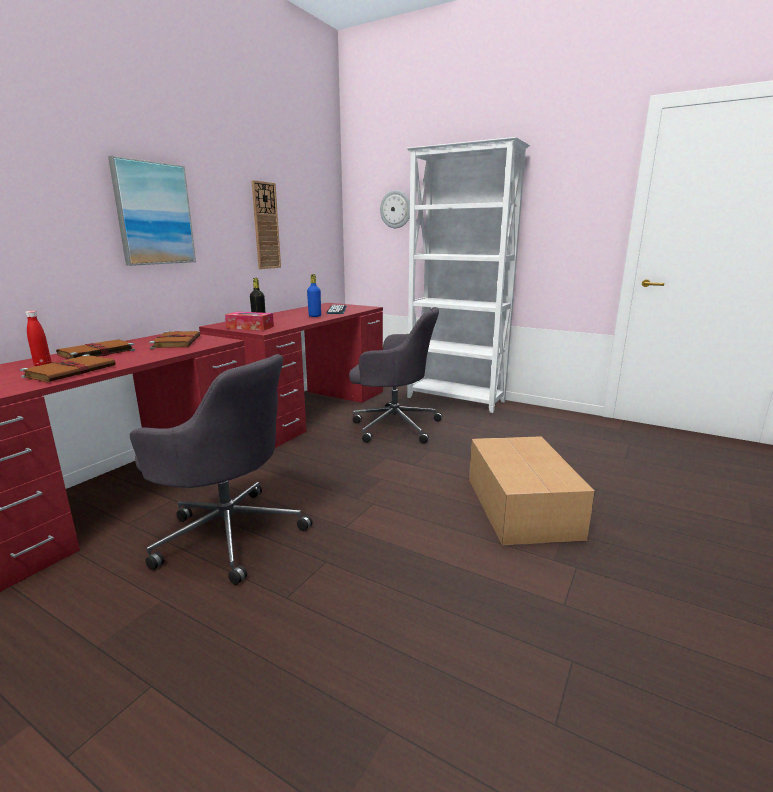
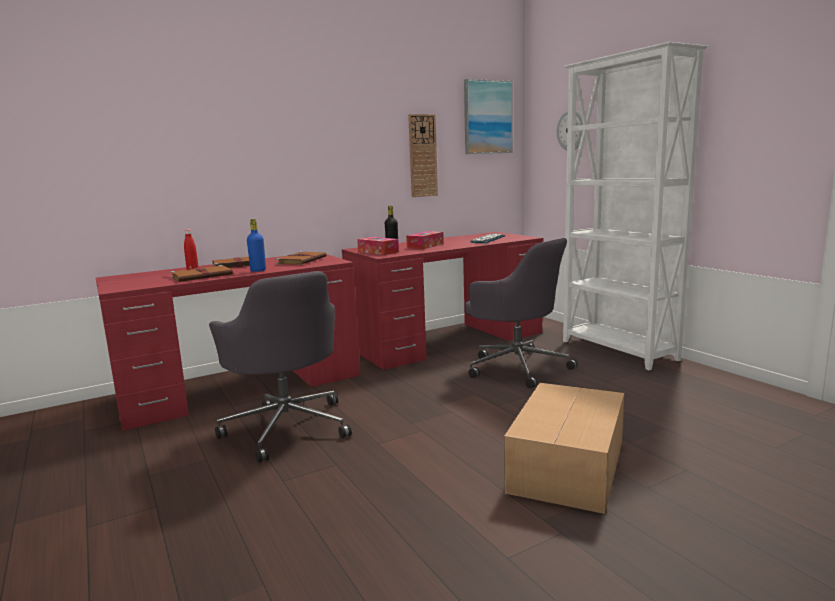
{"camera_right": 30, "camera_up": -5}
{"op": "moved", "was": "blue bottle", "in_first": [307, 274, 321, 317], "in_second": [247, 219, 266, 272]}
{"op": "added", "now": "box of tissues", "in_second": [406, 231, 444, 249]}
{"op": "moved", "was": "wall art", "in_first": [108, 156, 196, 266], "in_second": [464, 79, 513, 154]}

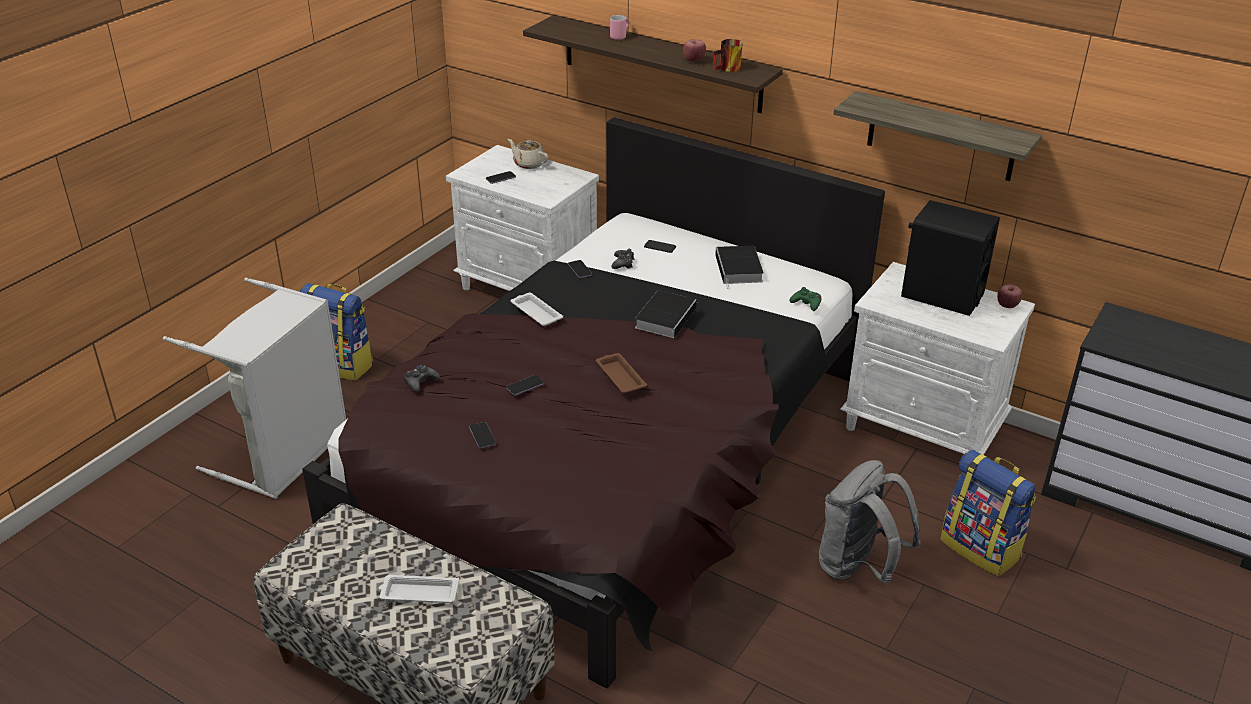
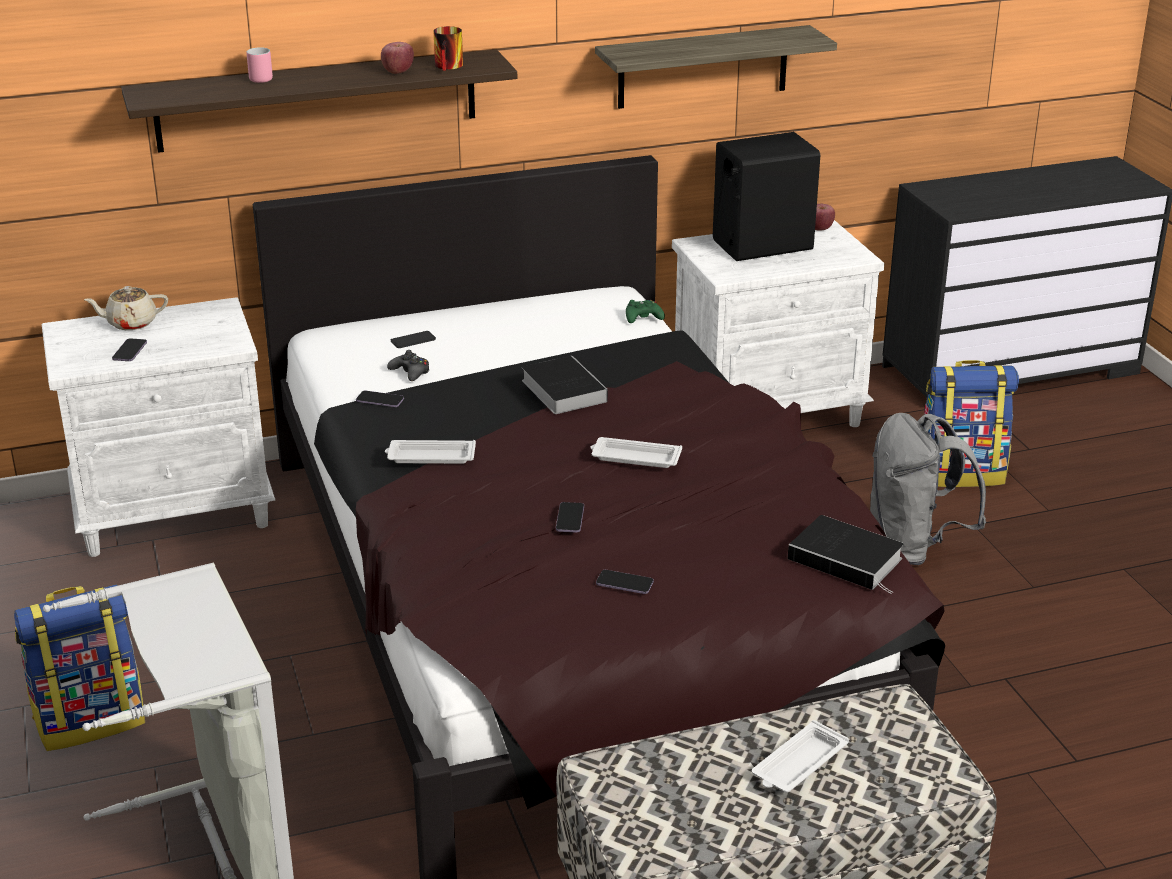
{"camera_right": -50, "camera_up": -5}
{"op": "recoloured", "was": "brown-coloured tray", "now": "whitish tray", "in_first": [596, 353, 647, 393], "in_second": [590, 437, 682, 468]}
{"op": "moved", "was": "bound book", "in_first": [715, 246, 764, 289], "in_second": [788, 515, 904, 594]}
{"op": "removed", "was": "black-coloured gamepad", "in_first": [404, 365, 440, 392]}

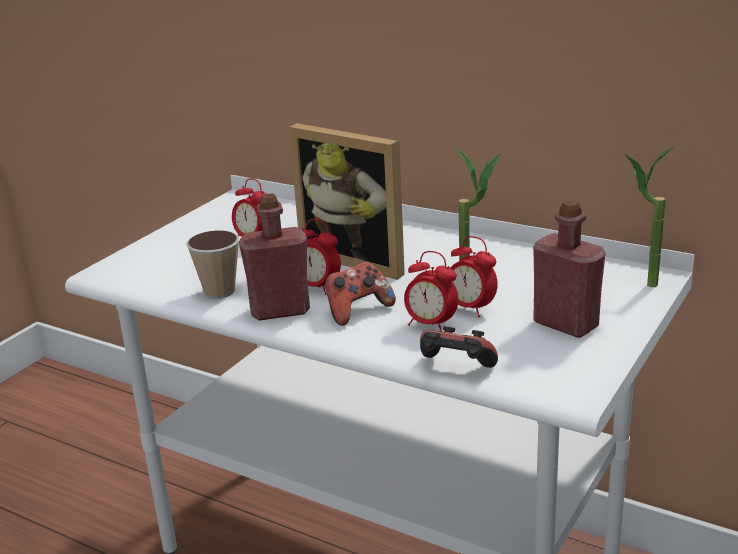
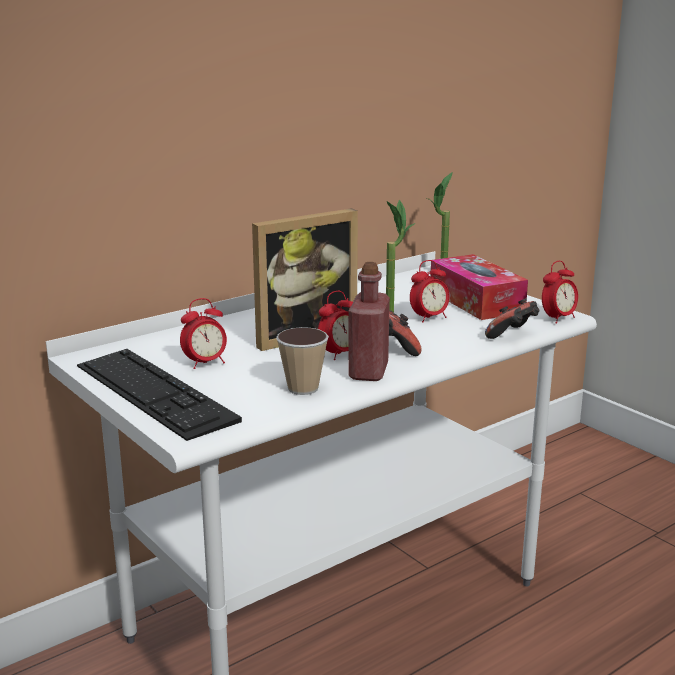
{"camera_right": -70, "camera_up": -5}
{"op": "added", "now": "PC keyboard", "in_second": [77, 349, 242, 441]}
{"op": "replaced", "was": "red bottle", "now": "box of tissues", "in_first": [533, 200, 606, 338], "in_second": [430, 254, 528, 320]}
{"op": "moved", "was": "table clock", "in_first": [404, 251, 458, 332], "in_second": [542, 261, 578, 324]}

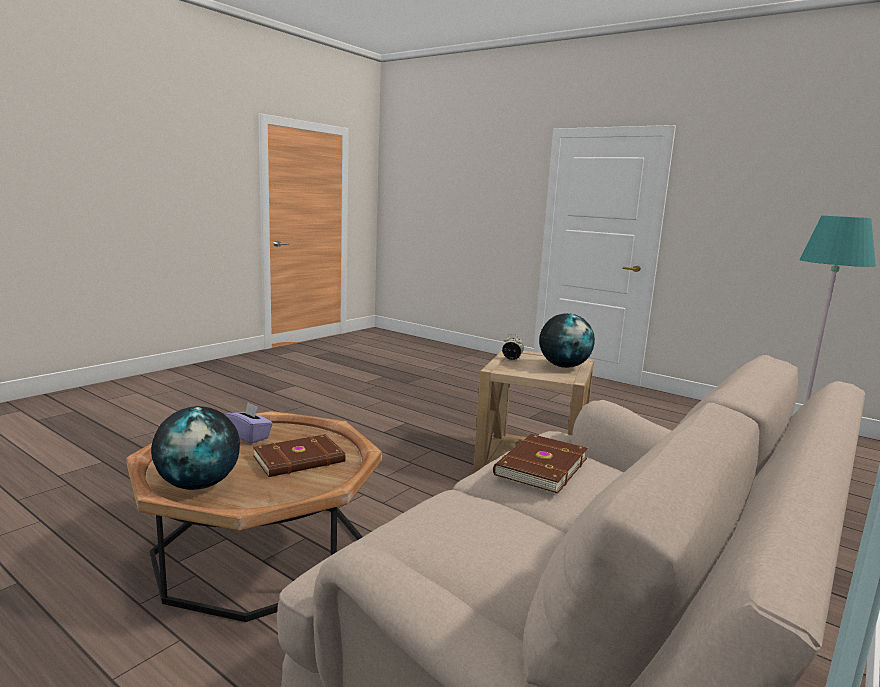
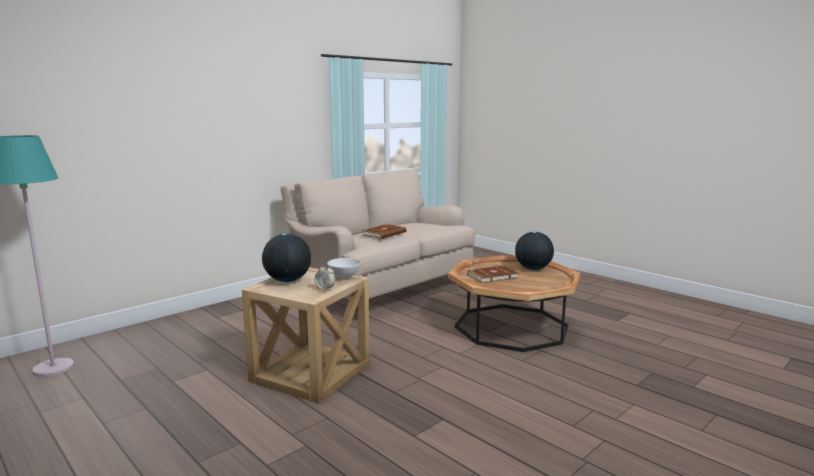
{"camera_right": -170, "camera_up": 0}
{"op": "added", "now": "whitish serving bowl", "in_second": [327, 258, 361, 279]}
{"op": "removed", "was": "purple-coloured box of tissues", "in_first": [225, 402, 273, 444]}

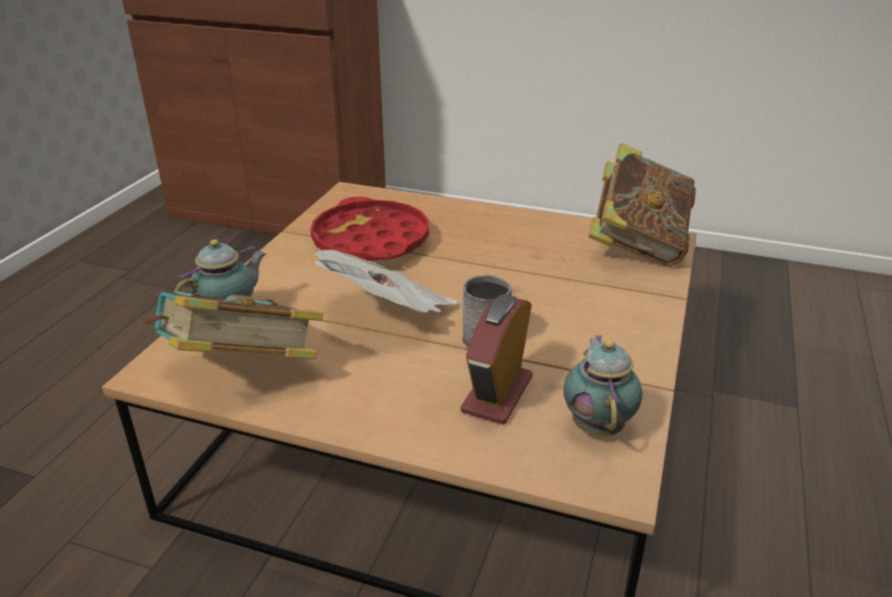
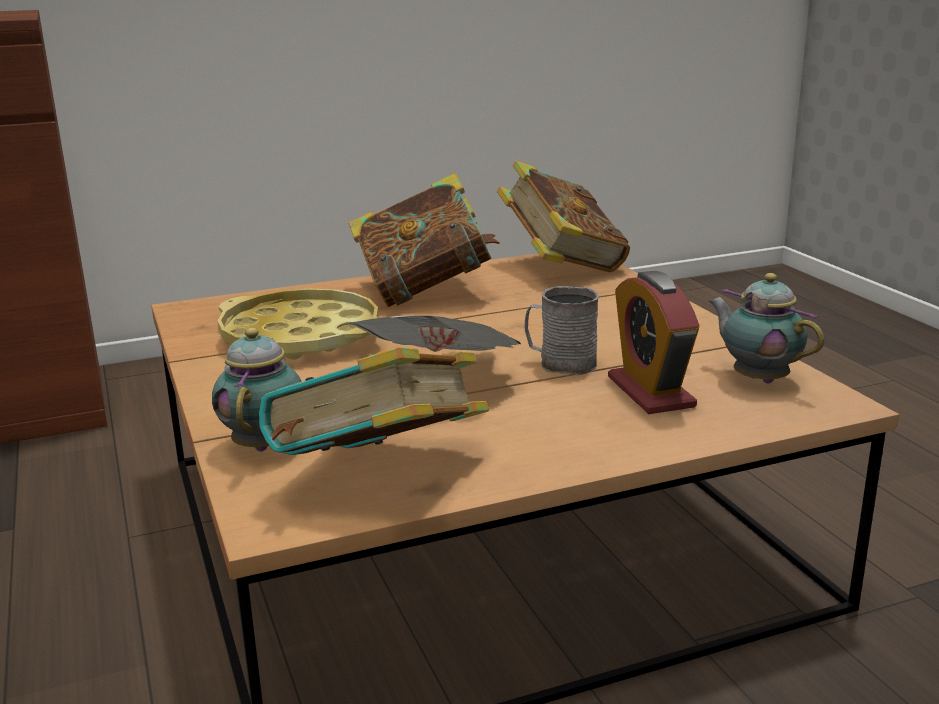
{"camera_right": -40, "camera_up": -10}
{"op": "recoloured", "was": "red tray", "now": "yellowish tray", "in_first": [310, 196, 429, 261], "in_second": [217, 289, 379, 360]}
{"op": "added", "now": "bound book", "in_second": [348, 173, 500, 307]}

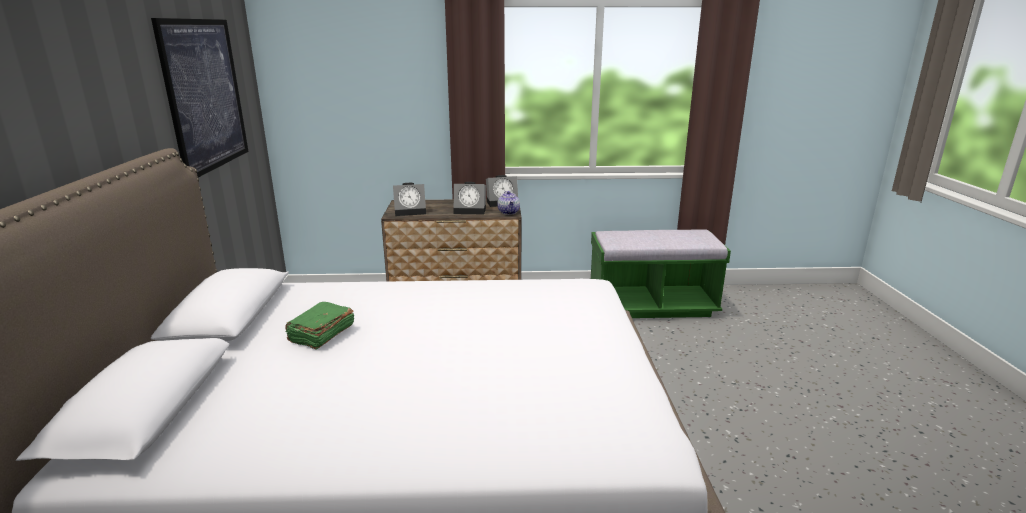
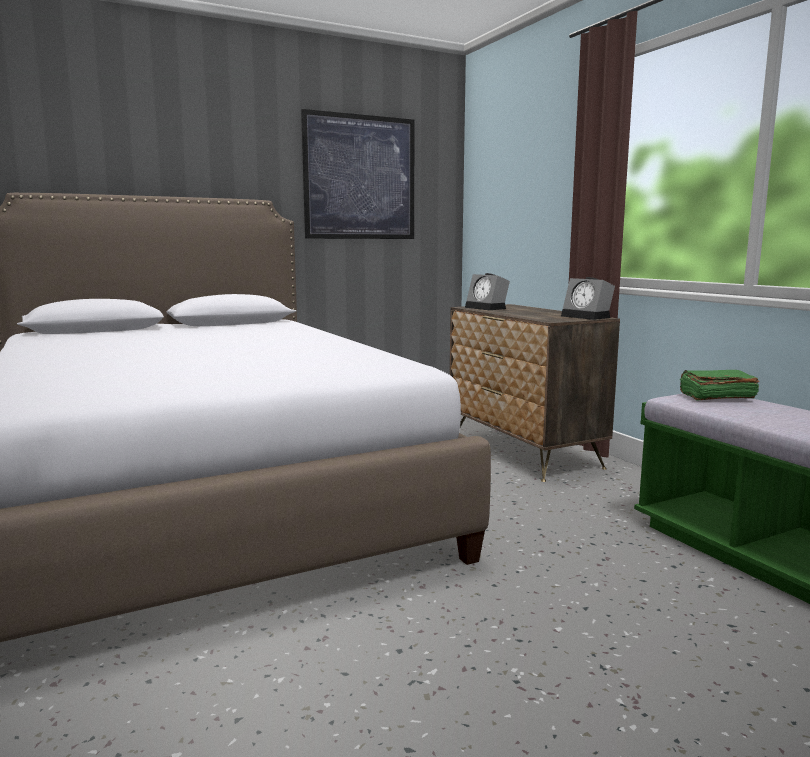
{"camera_right": 65, "camera_up": -10}
{"op": "moved", "was": "green-coloured bound book", "in_first": [285, 302, 354, 350], "in_second": [679, 370, 760, 401]}
{"op": "removed", "was": "table clock", "in_first": [454, 182, 486, 214]}
{"op": "removed", "was": "teapot", "in_first": [497, 191, 520, 215]}

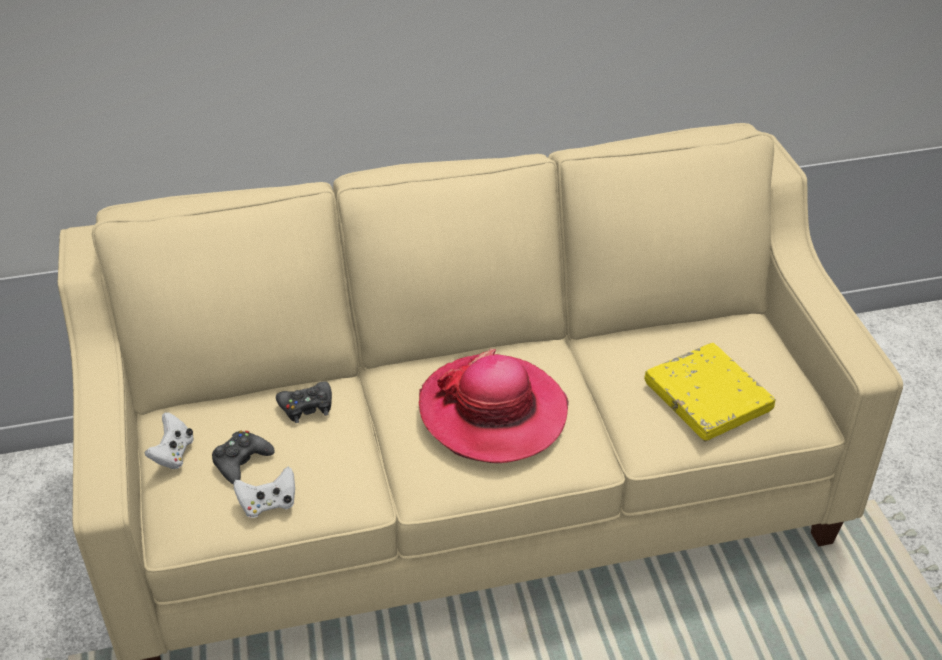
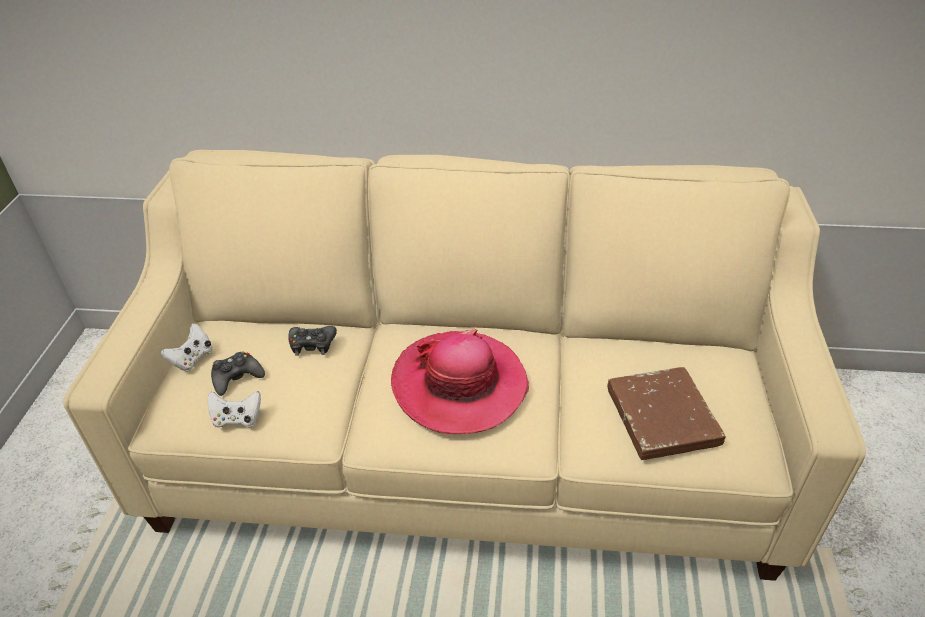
{"camera_right": 20, "camera_up": 0}
{"op": "recoloured", "was": "yellowish bound book", "now": "brown-coloured bound book", "in_first": [644, 343, 776, 441], "in_second": [607, 367, 726, 460]}

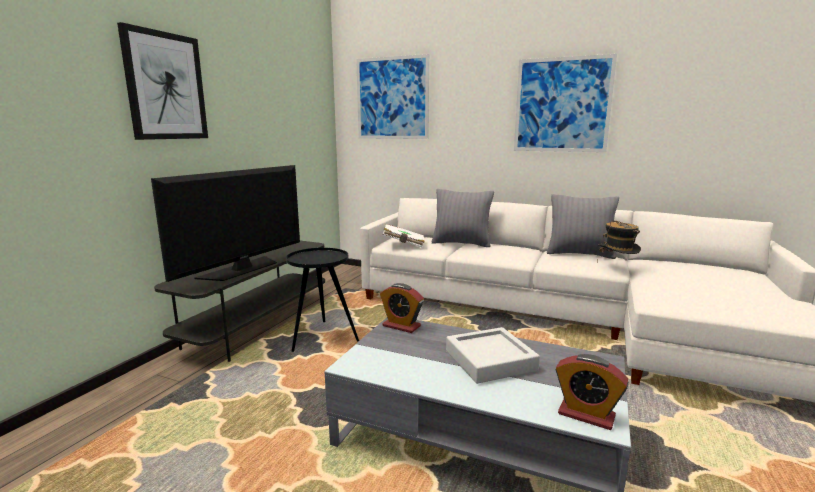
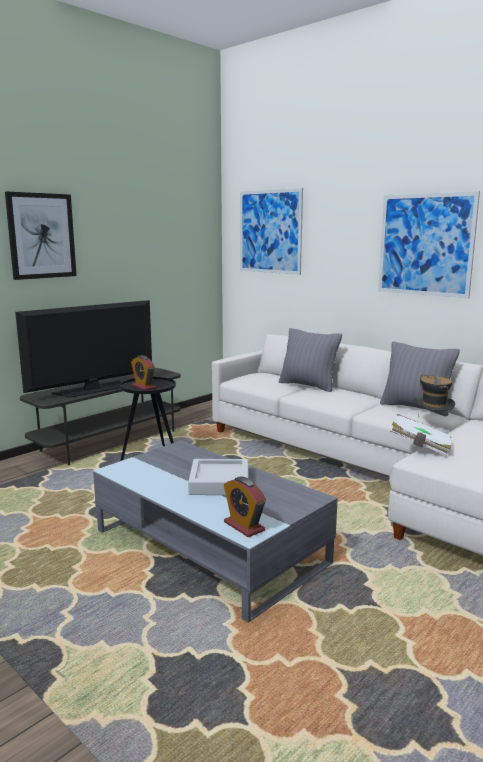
{"camera_right": 20, "camera_up": 0}
{"op": "moved", "was": "table clock", "in_first": [380, 283, 424, 333], "in_second": [131, 355, 156, 391]}
{"op": "moved", "was": "whitish bound book", "in_first": [383, 224, 424, 247], "in_second": [390, 414, 452, 456]}

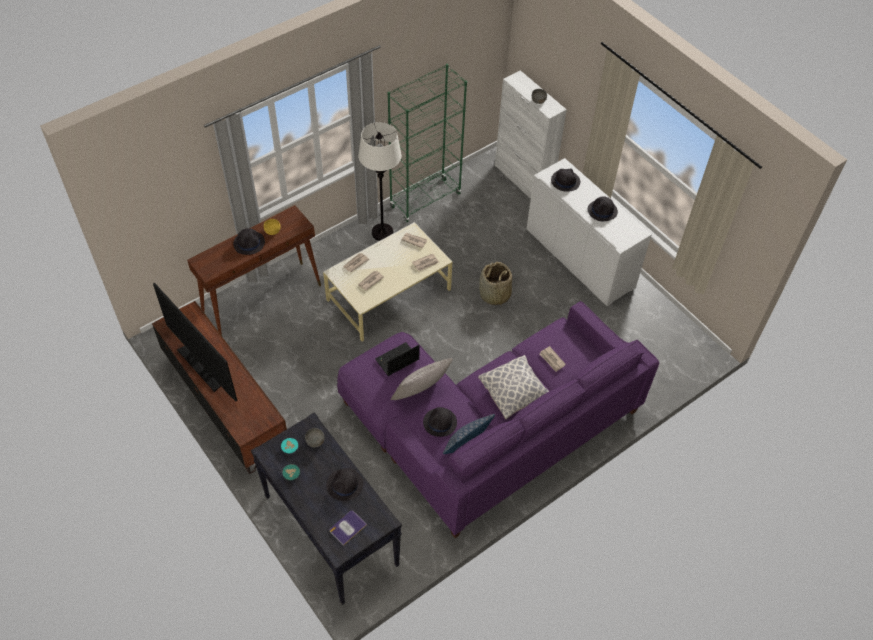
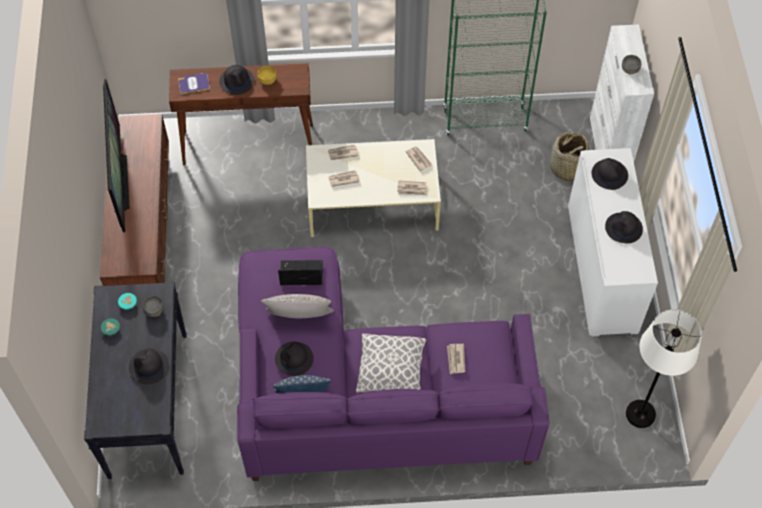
{"camera_right": 35, "camera_up": 5}
{"op": "moved", "was": "bound book", "in_first": [330, 511, 367, 546], "in_second": [178, 73, 210, 94]}
{"op": "moved", "was": "basket", "in_first": [479, 262, 512, 305], "in_second": [550, 131, 589, 182]}
{"op": "moved", "was": "whitish standing lamp", "in_first": [358, 122, 402, 241], "in_second": [626, 309, 702, 428]}

